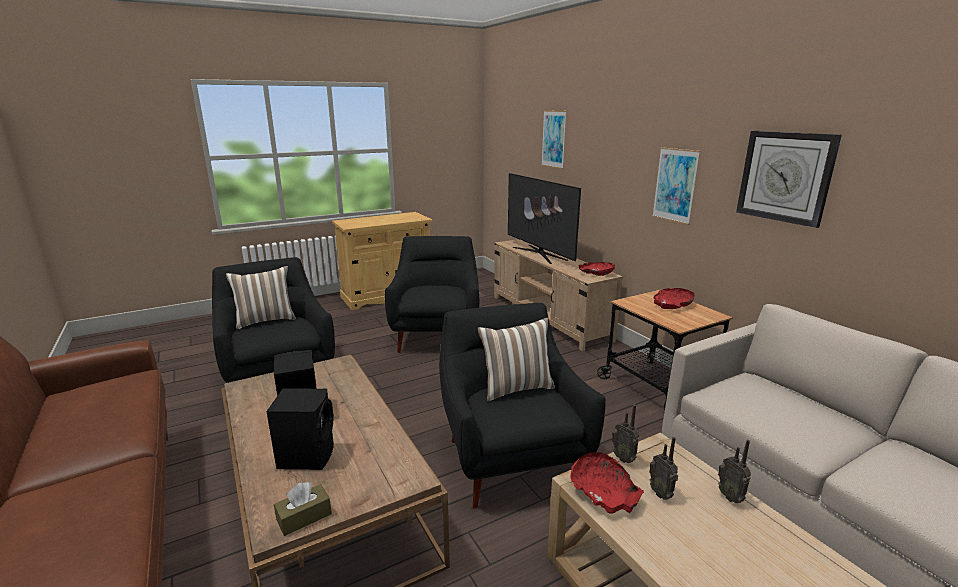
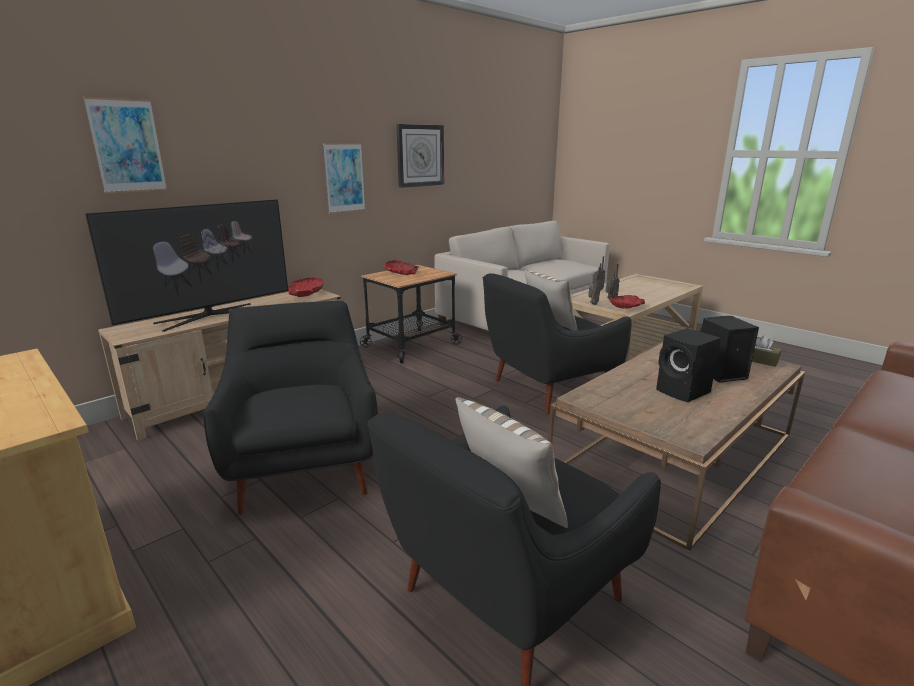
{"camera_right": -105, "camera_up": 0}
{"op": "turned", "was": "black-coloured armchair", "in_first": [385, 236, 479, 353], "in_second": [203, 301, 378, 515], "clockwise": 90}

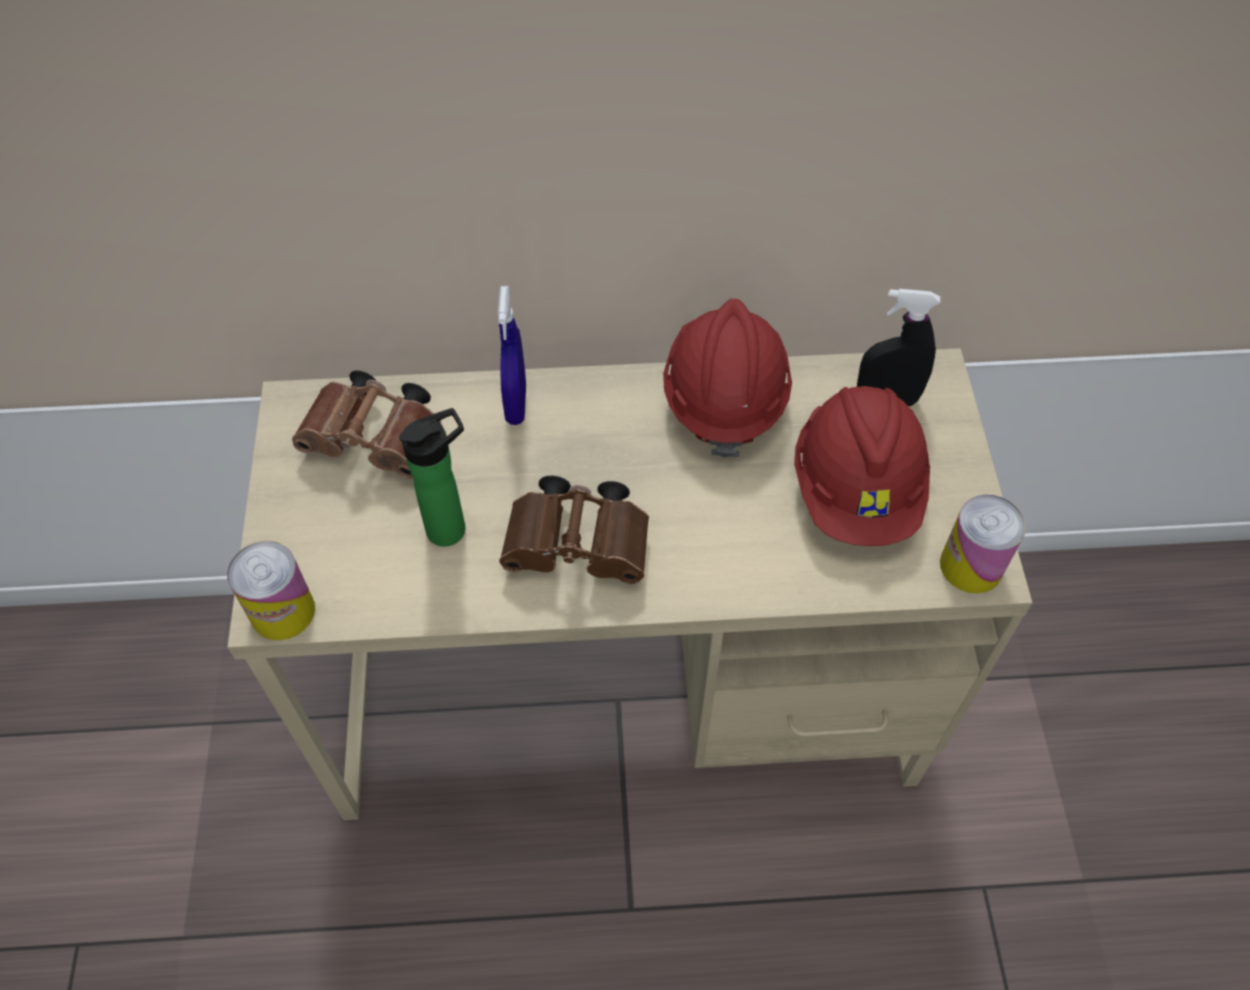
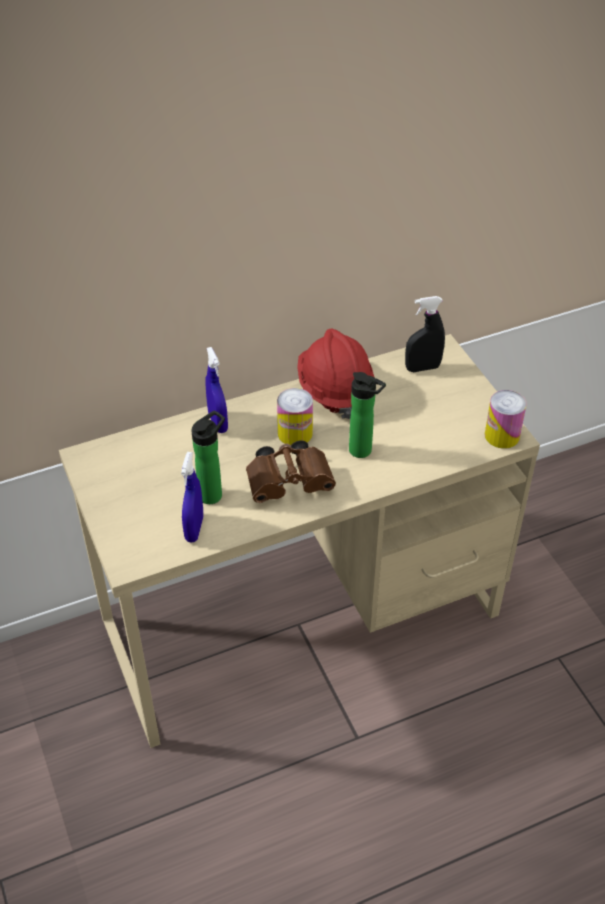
{"camera_right": -20, "camera_up": -10}
{"op": "added", "now": "blue sprayer", "in_second": [181, 452, 203, 543]}
{"op": "moved", "was": "sealed can", "in_first": [227, 541, 315, 640], "in_second": [277, 388, 313, 445]}
{"op": "added", "now": "bottle", "in_second": [349, 372, 386, 458]}
{"op": "removed", "was": "brown-coloured field glasses", "in_first": [292, 370, 441, 479]}
{"op": "removed", "was": "red hard hat", "in_first": [794, 386, 930, 546]}

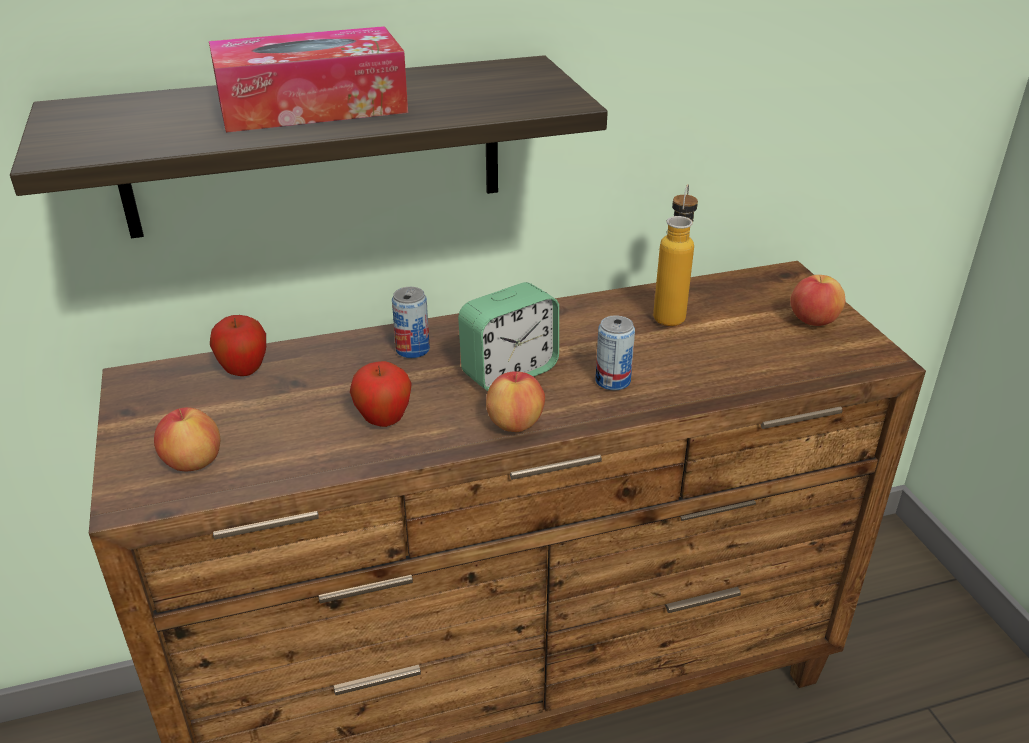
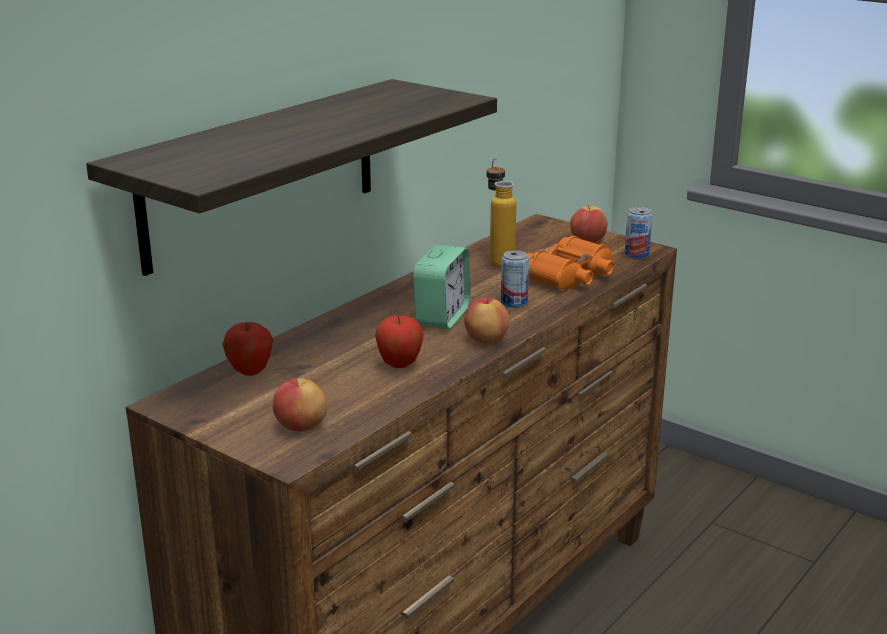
{"camera_right": -35, "camera_up": -10}
{"op": "added", "now": "orange field glasses", "in_second": [527, 236, 614, 290]}
{"op": "moved", "was": "sealed can", "in_first": [392, 287, 430, 358], "in_second": [625, 207, 652, 259]}
{"op": "removed", "was": "box of tissues", "in_first": [209, 26, 408, 133]}

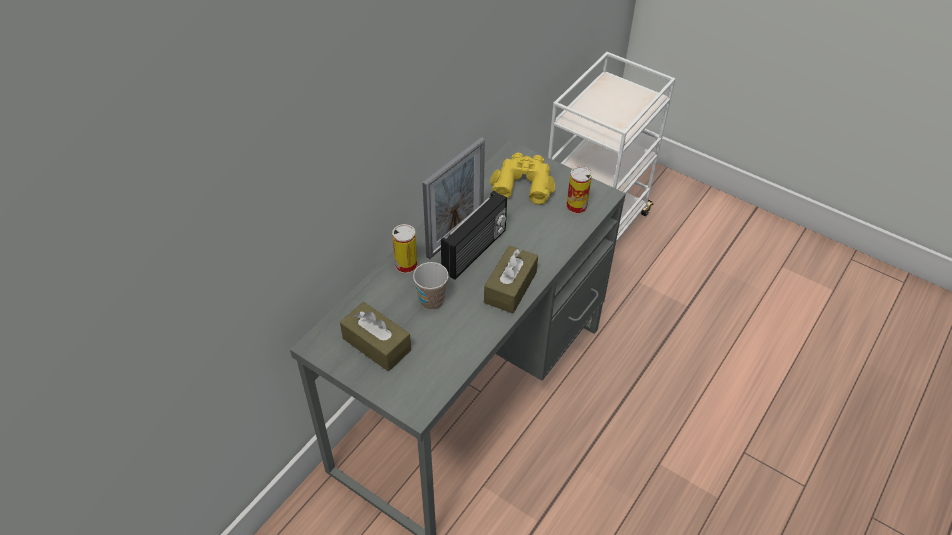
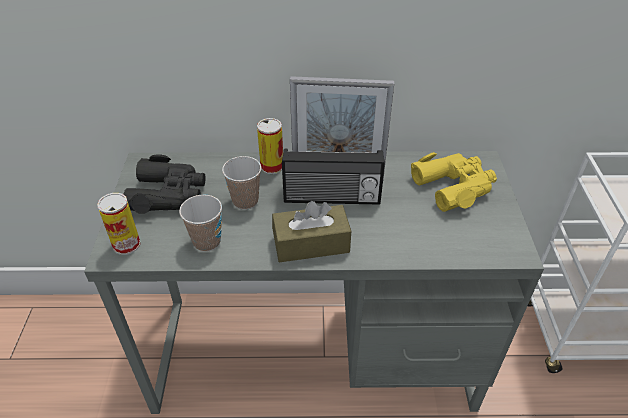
{"camera_right": 55, "camera_up": -5}
{"op": "moved", "was": "sealed can", "in_first": [566, 166, 592, 214], "in_second": [97, 193, 141, 255]}
{"op": "replaced", "was": "brown-coloured box of tissues", "now": "black-coloured field glasses", "in_first": [340, 302, 411, 371], "in_second": [124, 154, 205, 214]}
{"op": "added", "now": "cup", "in_second": [179, 195, 222, 252]}

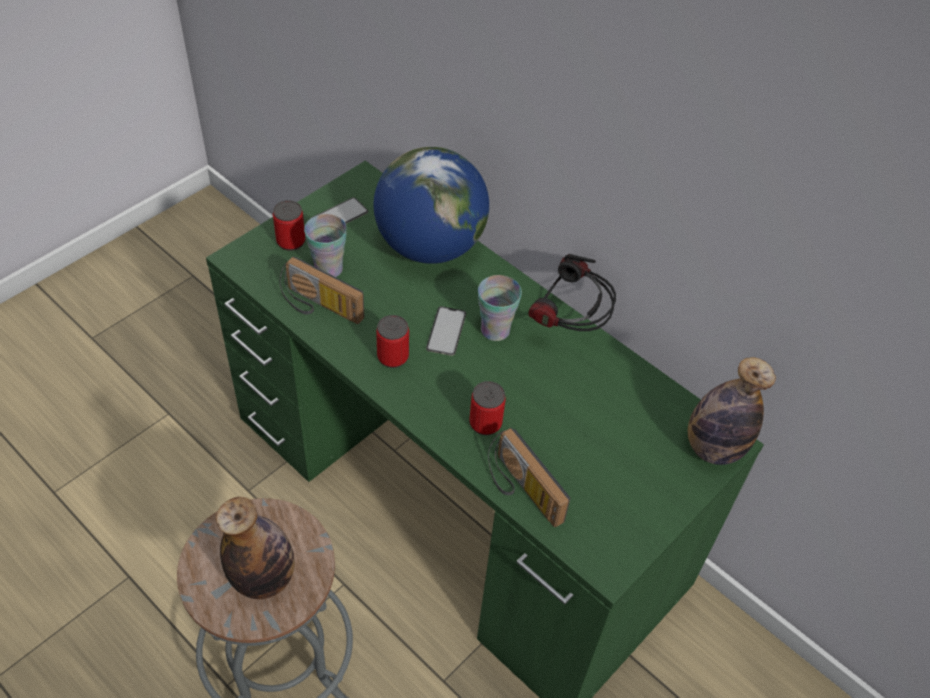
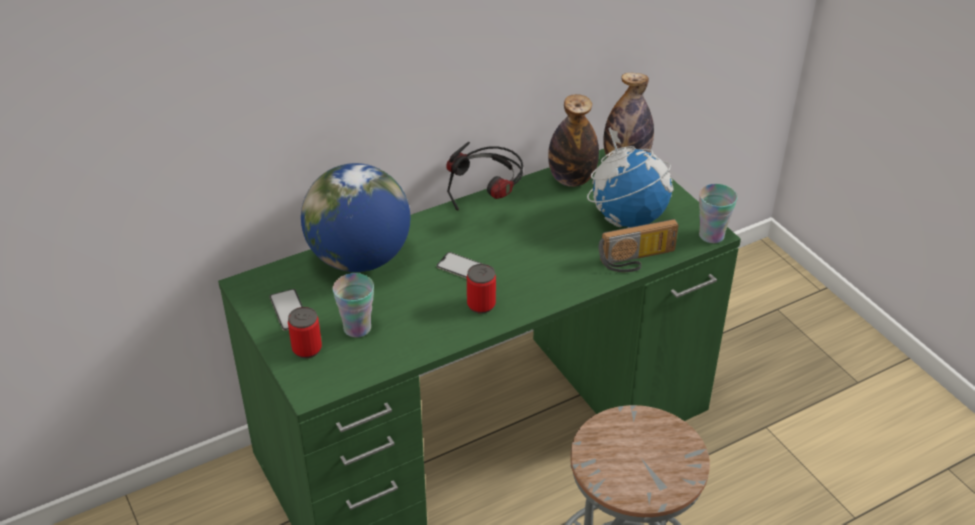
{"camera_right": -70, "camera_up": -10}
{"op": "moved", "was": "bottle", "in_first": [216, 497, 295, 599], "in_second": [548, 94, 599, 187]}
{"op": "added", "now": "globe", "in_second": [587, 127, 674, 228]}
{"op": "moved", "was": "cup", "in_first": [478, 275, 522, 341], "in_second": [699, 184, 737, 243]}
{"op": "removed", "was": "radio receiver", "in_first": [280, 257, 365, 324]}
{"op": "removed", "was": "sealed can", "in_first": [469, 381, 506, 435]}

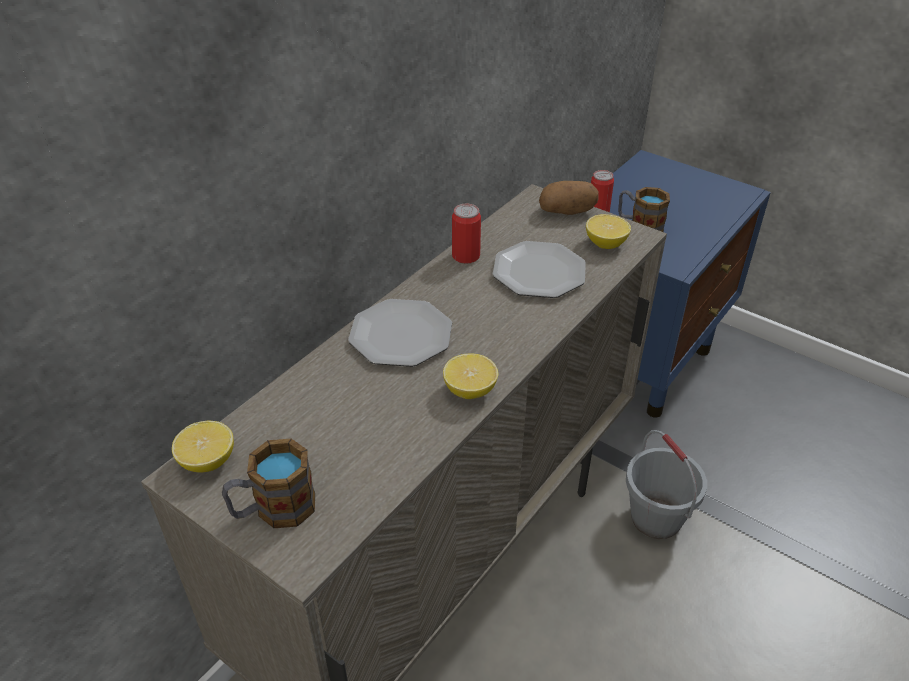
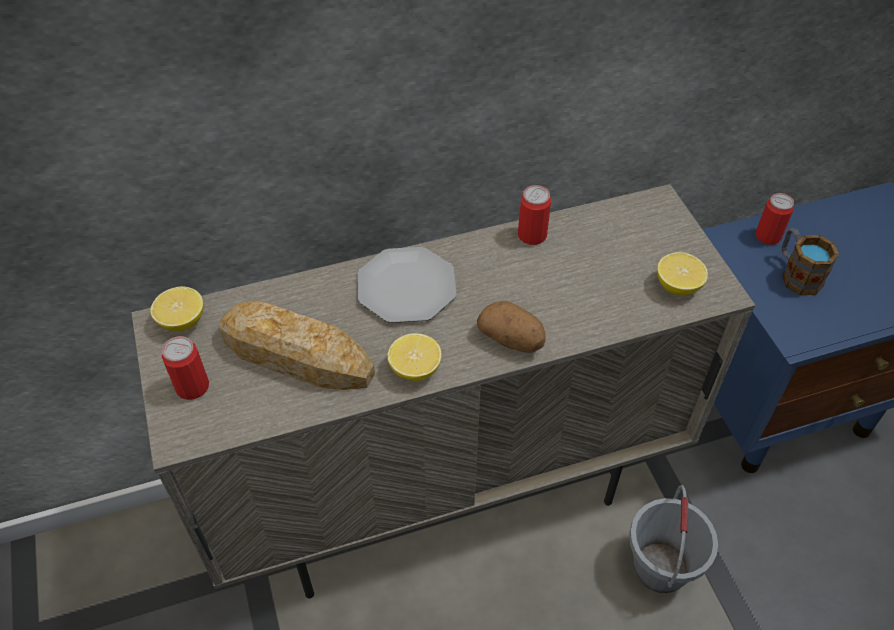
{"camera_right": 35, "camera_up": 10}
{"op": "replaced", "was": "tea mug", "now": "sealed can", "in_first": [222, 439, 315, 528], "in_second": [162, 336, 209, 400]}
{"op": "added", "now": "bakery bread", "in_second": [218, 301, 375, 390]}
{"op": "moved", "was": "spud", "in_first": [539, 181, 599, 215], "in_second": [477, 301, 546, 353]}
{"op": "removed", "was": "flat dish", "in_first": [493, 241, 586, 298]}

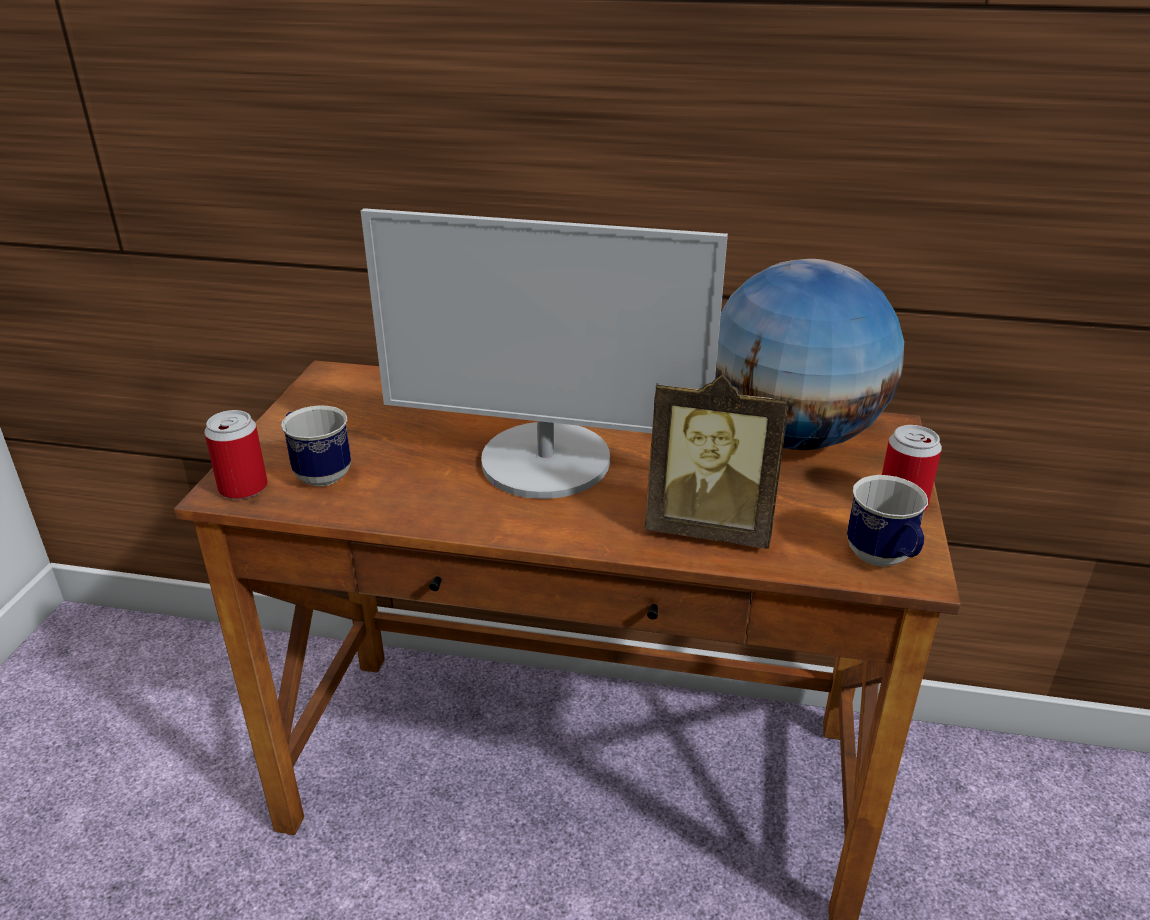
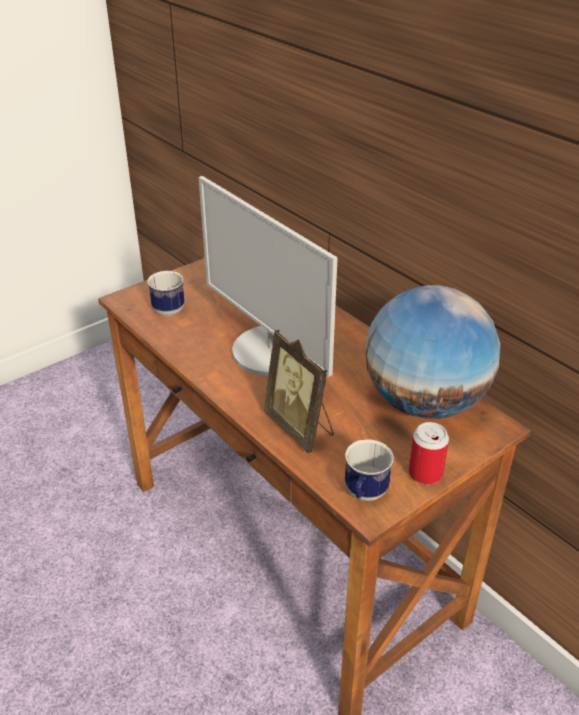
{"camera_right": 40, "camera_up": 5}
{"op": "removed", "was": "sealed can", "in_first": [204, 410, 268, 499]}

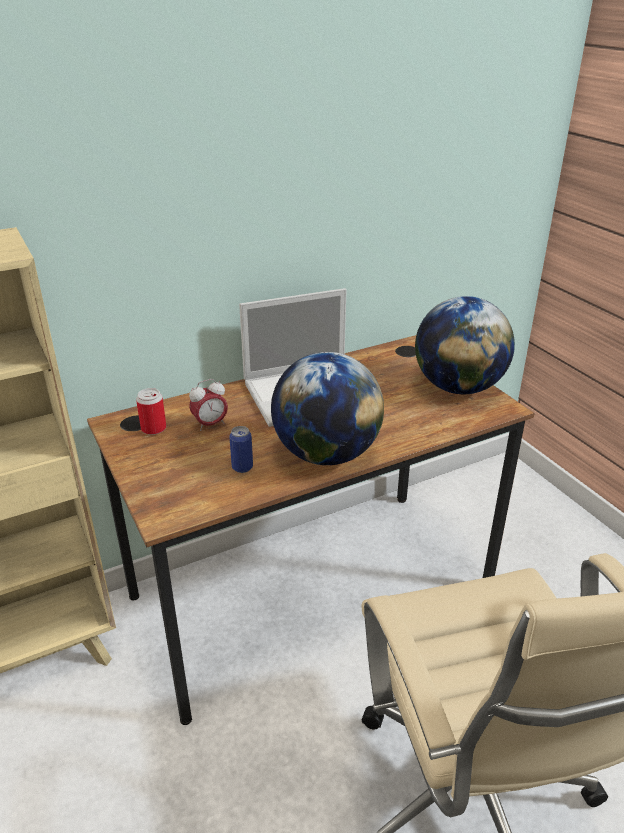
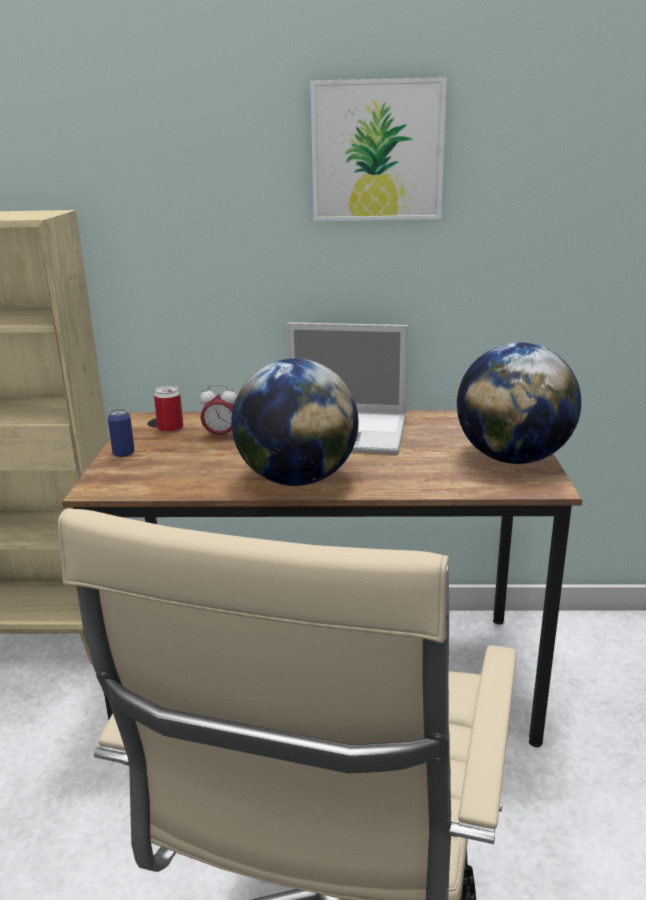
{"camera_right": 30, "camera_up": -10}
{"op": "moved", "was": "sealed can", "in_first": [229, 426, 253, 473], "in_second": [108, 408, 135, 457]}
{"op": "added", "now": "wall art", "in_second": [310, 77, 447, 221]}

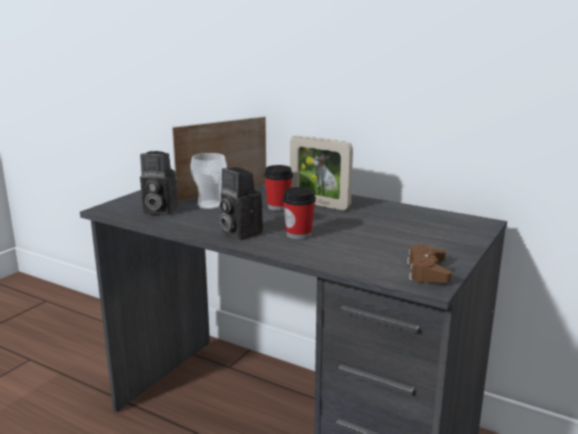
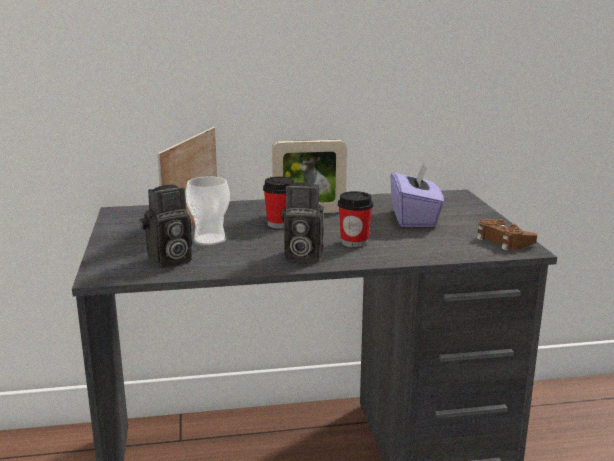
{"camera_right": -40, "camera_up": 0}
{"op": "added", "now": "purple-coloured box of tissues", "in_second": [390, 162, 444, 227]}

